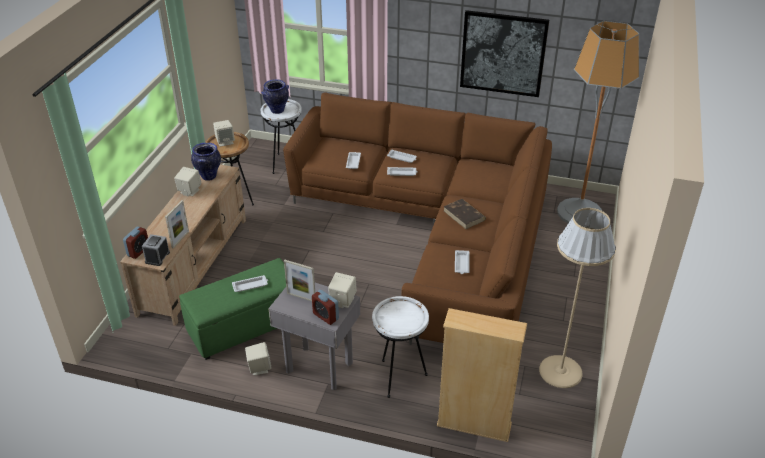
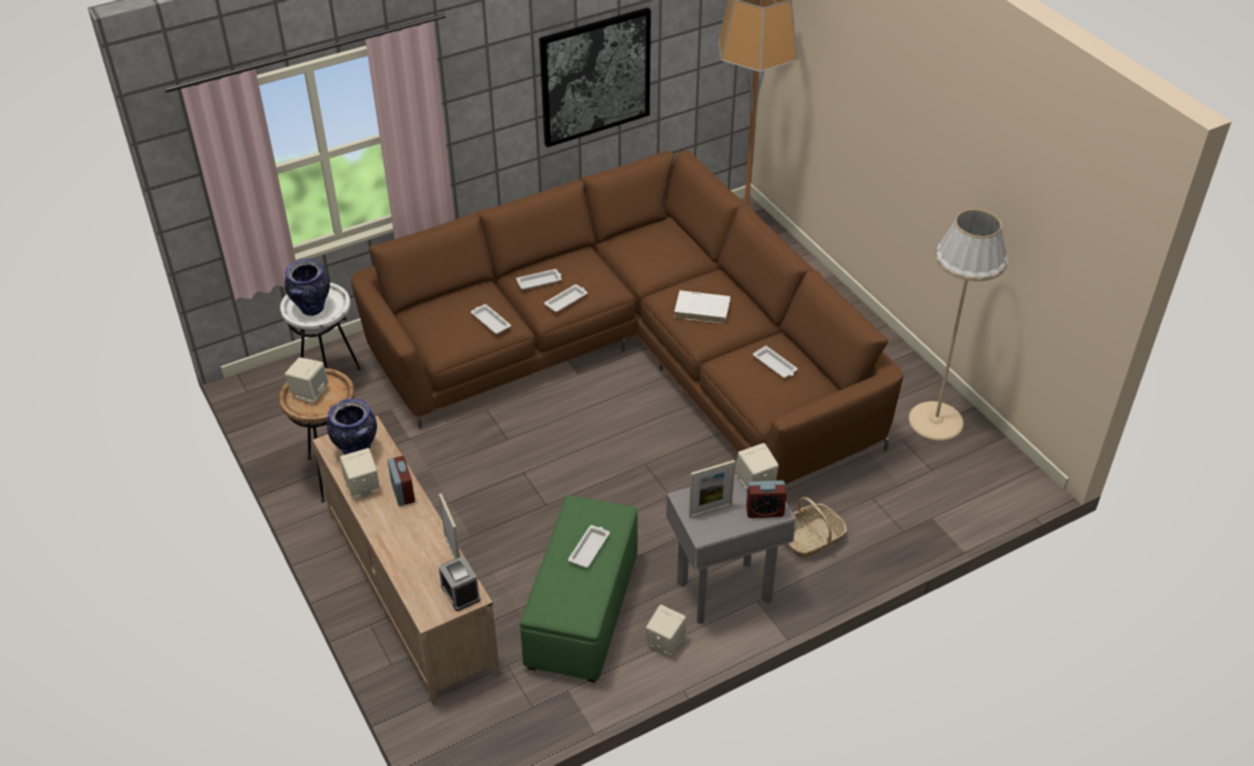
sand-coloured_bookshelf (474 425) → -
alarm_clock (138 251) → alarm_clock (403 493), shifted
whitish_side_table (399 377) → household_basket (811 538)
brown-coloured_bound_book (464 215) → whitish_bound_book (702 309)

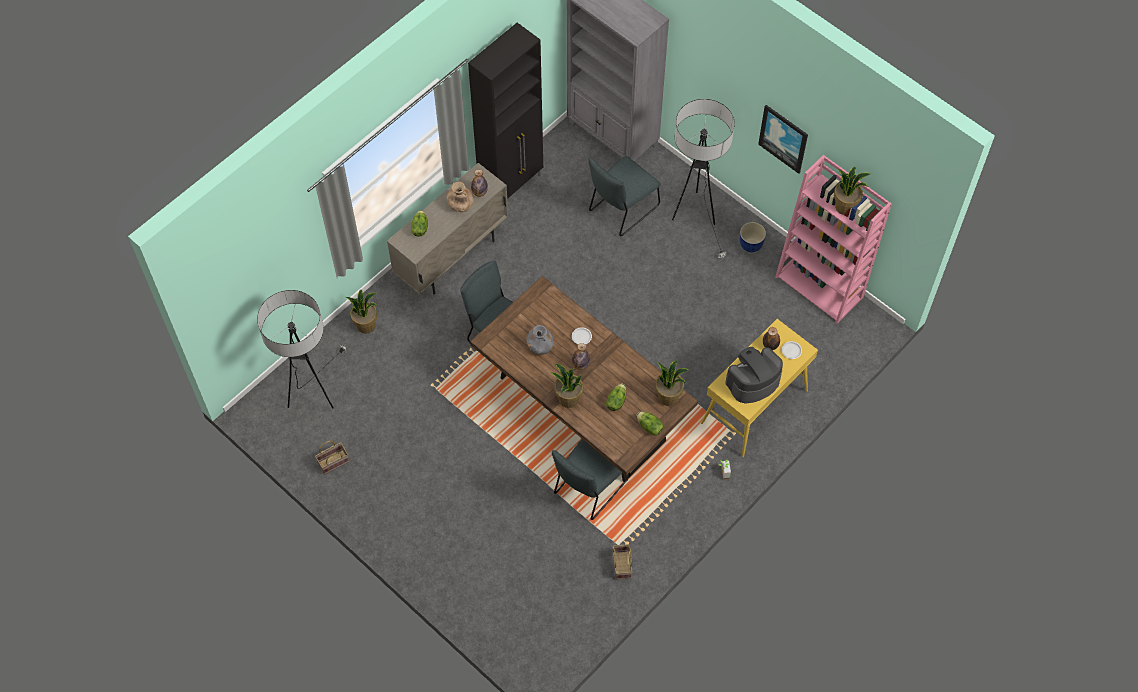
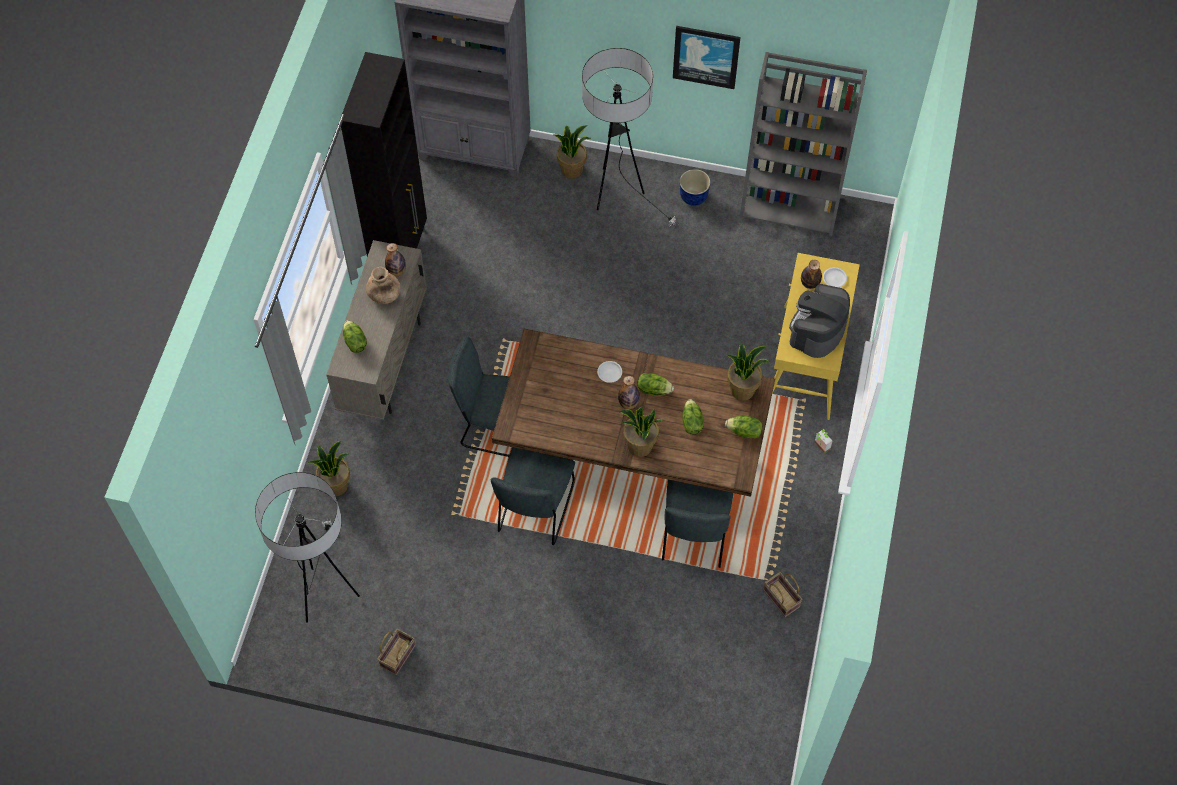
gray_decorative_vase (540 347) → -
- → head_of_lettuce (653 389)
gray_plain_chair (621 210) → gray_plain_chair (534 511), shifted
houseplant (845 206) → houseplant (572 170), shifted
pink_bookshelf (820 287) → gray_bookshelf (790 206)

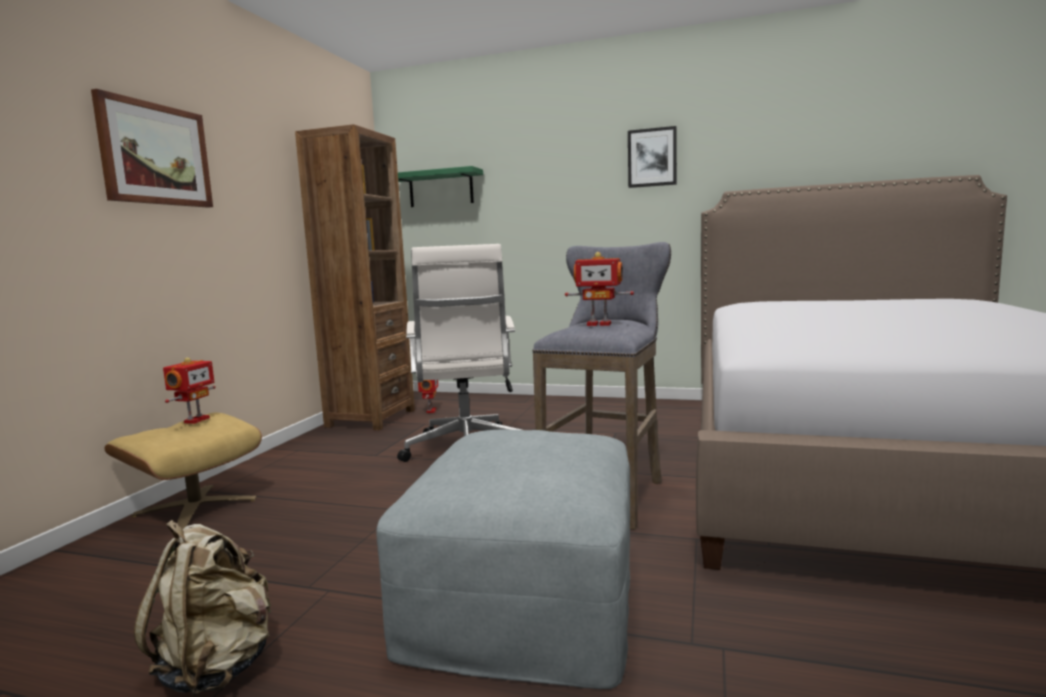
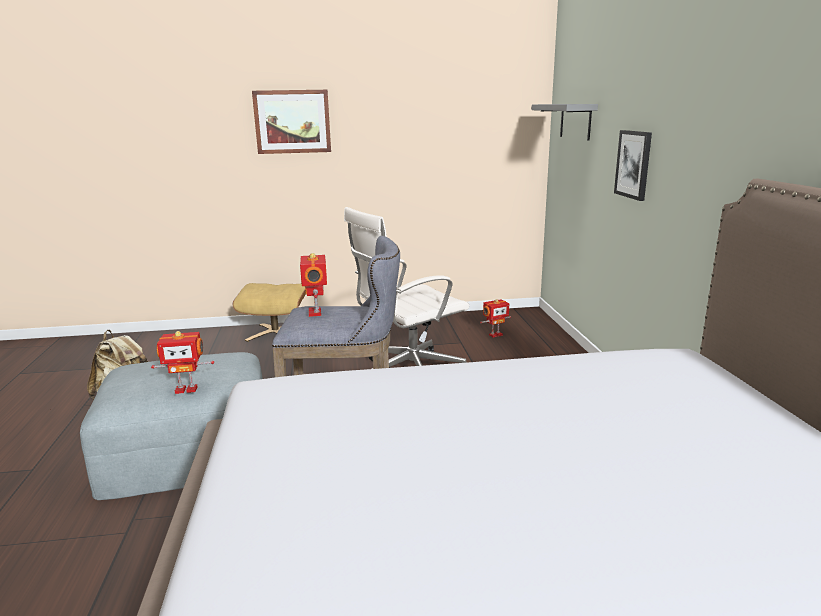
brown-coloured_bookshelf (371 418) → -
model_robot (195 420) → model_robot (186 389), shifted
picture (652 157) → picture (633 164), shifted
green-coloured_wall_shelf (441 189) → gray_wall_shelf (575 121)

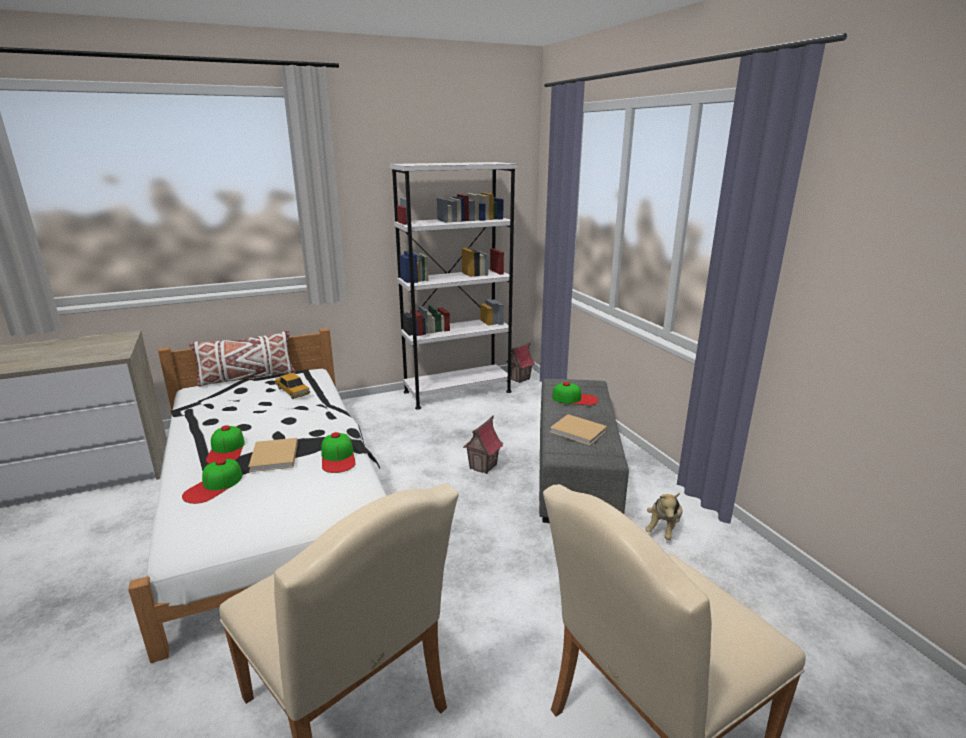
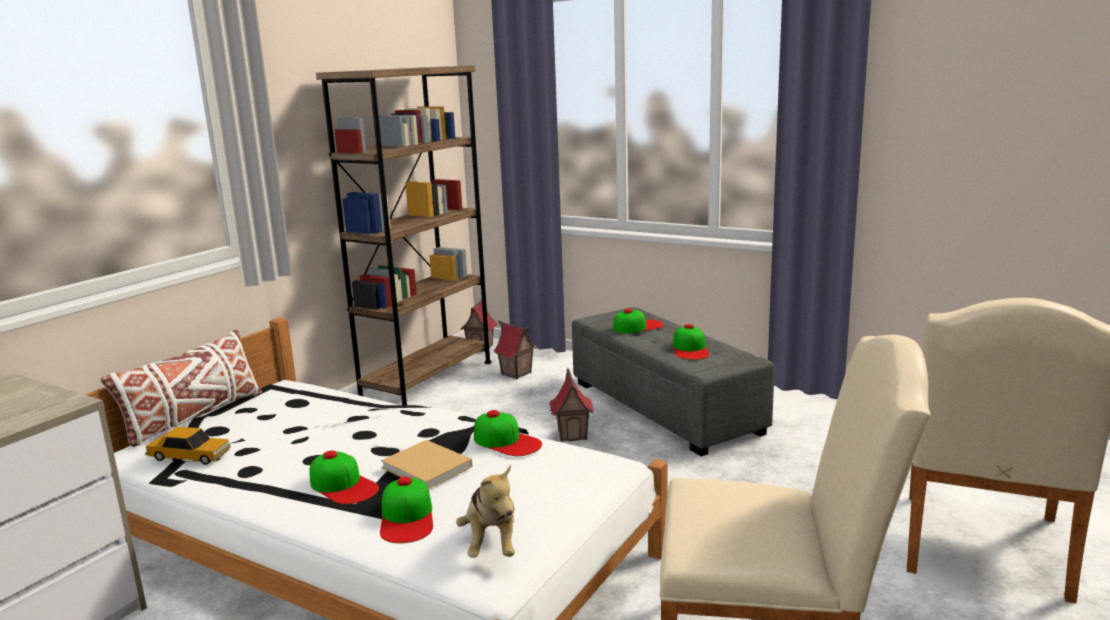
- → model_house (516 374)
toy_car (293 391) → toy_car (190 456), shifted
soft_toy (663 528) → soft_toy (492 543), shifted
sand-coloured_bound_book (579 432) → baseball_cap (690 349)
whitish_bookshelf (457 392) → brown-coloured_bookshelf (427 380)

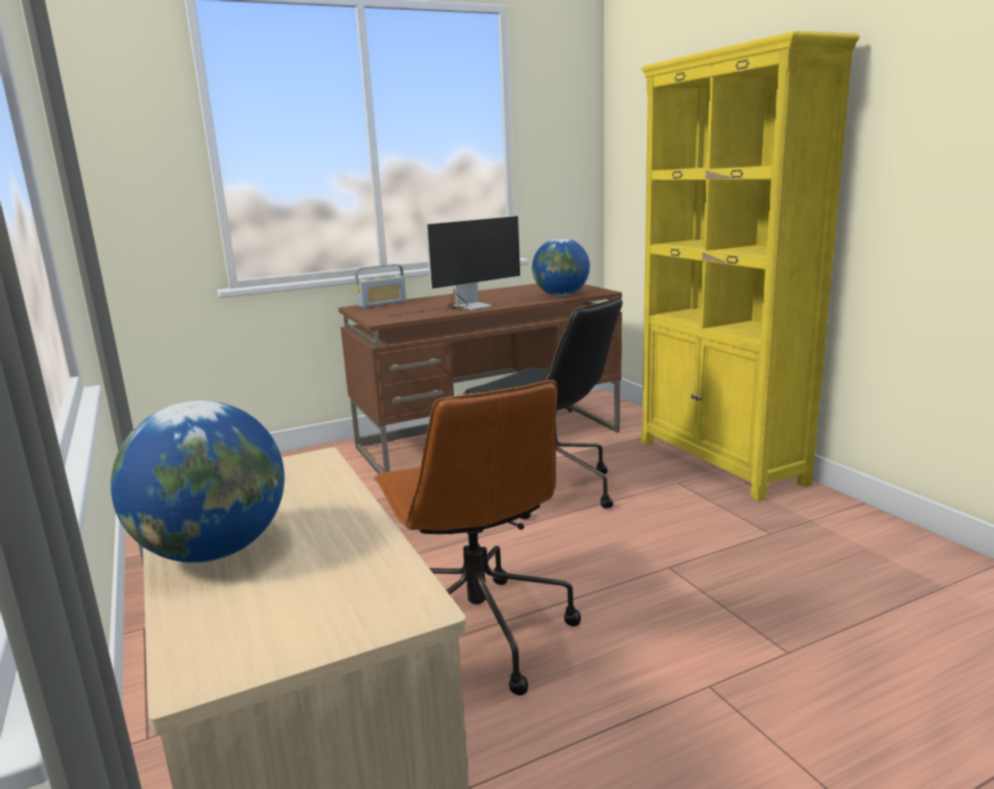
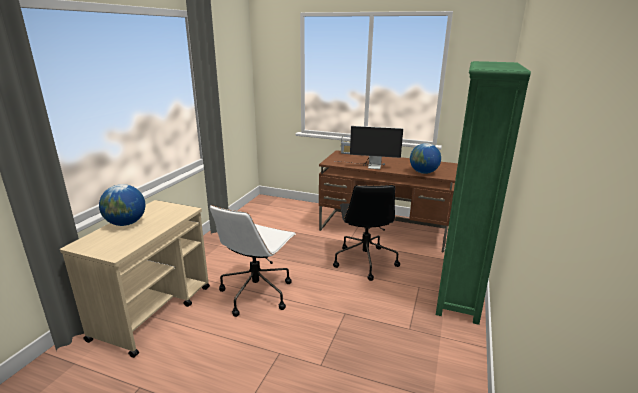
brown-coloured_desk_chair (477 632) → whitish_desk_chair (257 293)
yellowish_bookshelf (720 462) → green-coloured_bookshelf (459 290)

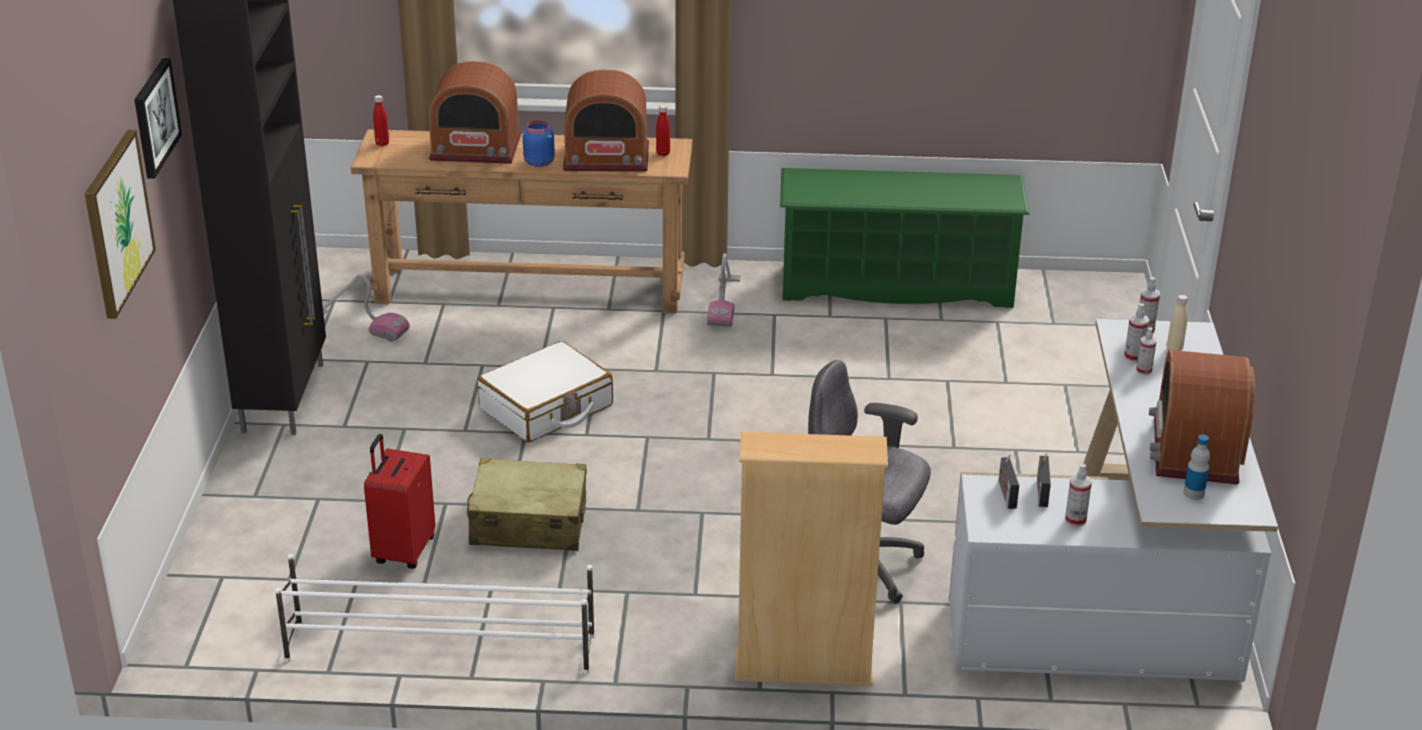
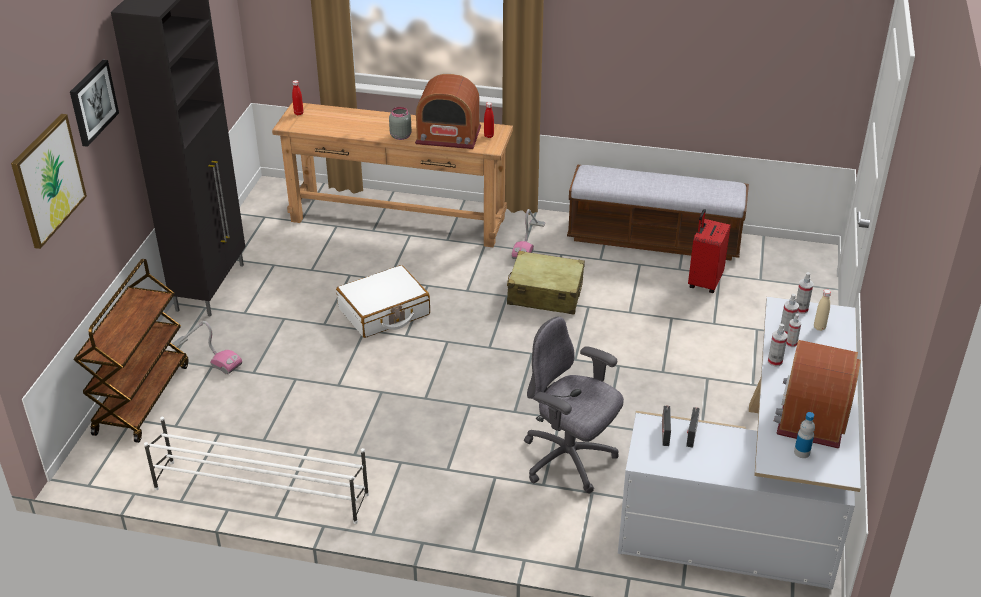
radio_set (475 148) → -
sand-coloured_bookshelf (803 669) → -
- → brown-coloured_wheeled_cart (141 398)
hoover (358 326) → hoover (206 356), shifted
red_suitcase (403 551) → red_suitcase (704 282), shifted
sand-coloured_suitcase (528 523) → sand-coloured_suitcase (545 294), shifted
spray_bottle (1075 520) → spray_bottle (775 361), shifted
green-coloured_shoe_stand (896 285) → long_seat (654 239)
blue-coloured_preserve_jar (538 162) → gray_preserve_jar (400 136)

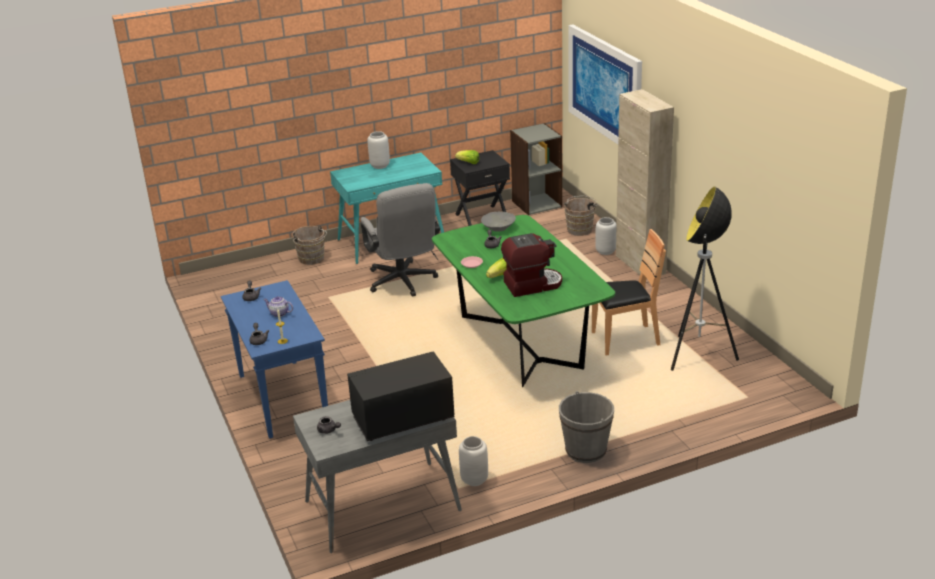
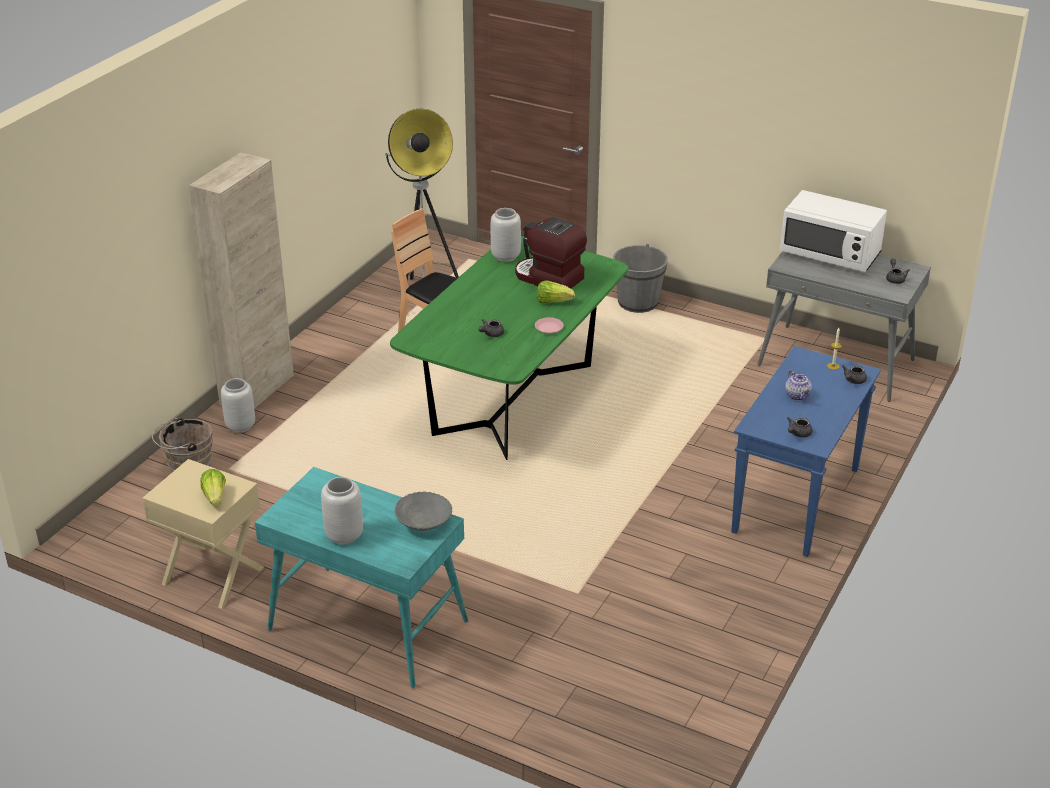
brown-coloured_bucket (312 259) → -
gray_desk_chair (403 283) → -
gray_bookshelf (536 203) → -
picture (605 87) → -
gray_decorative_vase (474 480) → gray_decorative_vase (506 256), shifted
gray_deep_dish (498 228) → gray_deep_dish (424 522), shifted
black_microwave_oven (402 419) → whitish_microwave_oven (830 255)
black_nightstand (481 217) → sand-coloured_nightstand (212 576)

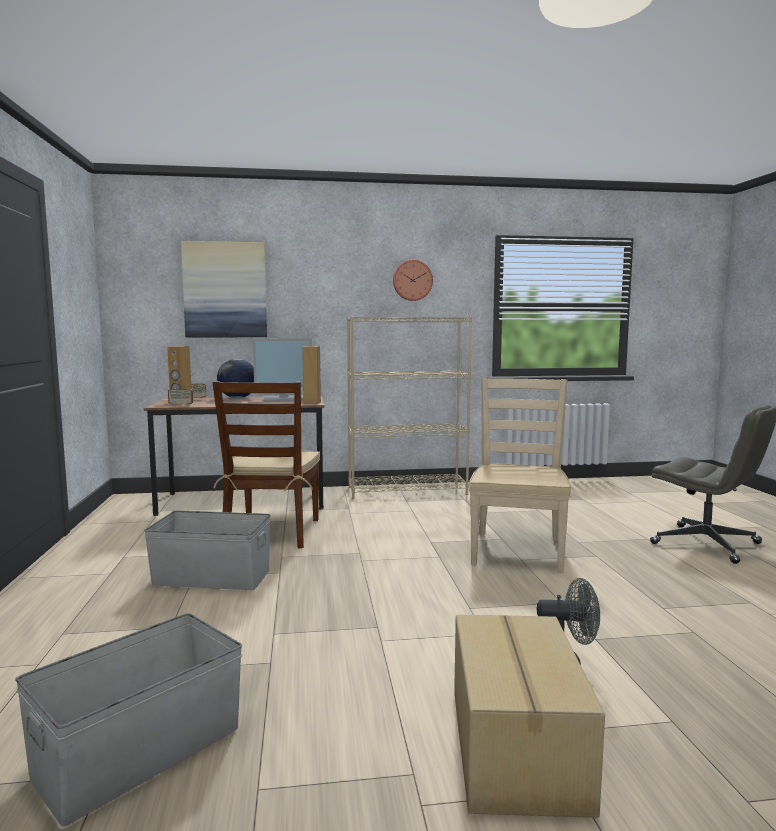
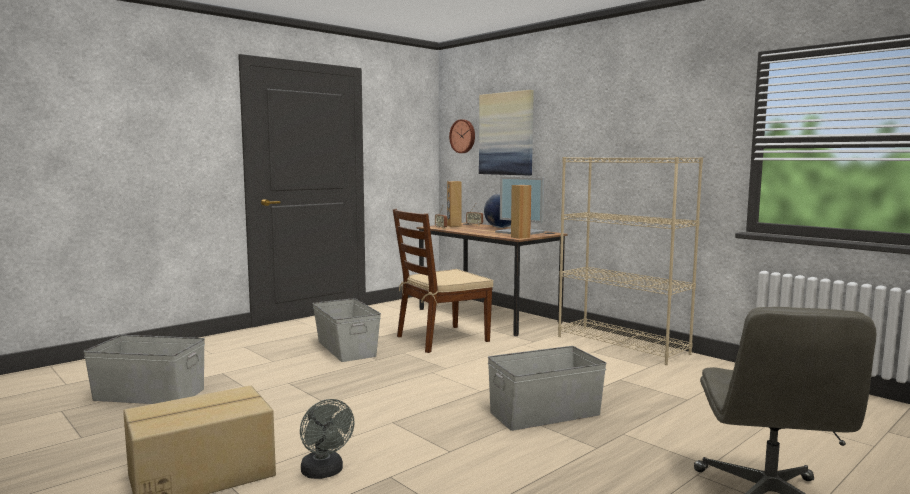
clock_on_the_wall (412 280) → clock_on_the_wall (463 136), shifted
sand-coloured_plain_chair (517 551) → gray_storage_box (545 413)

